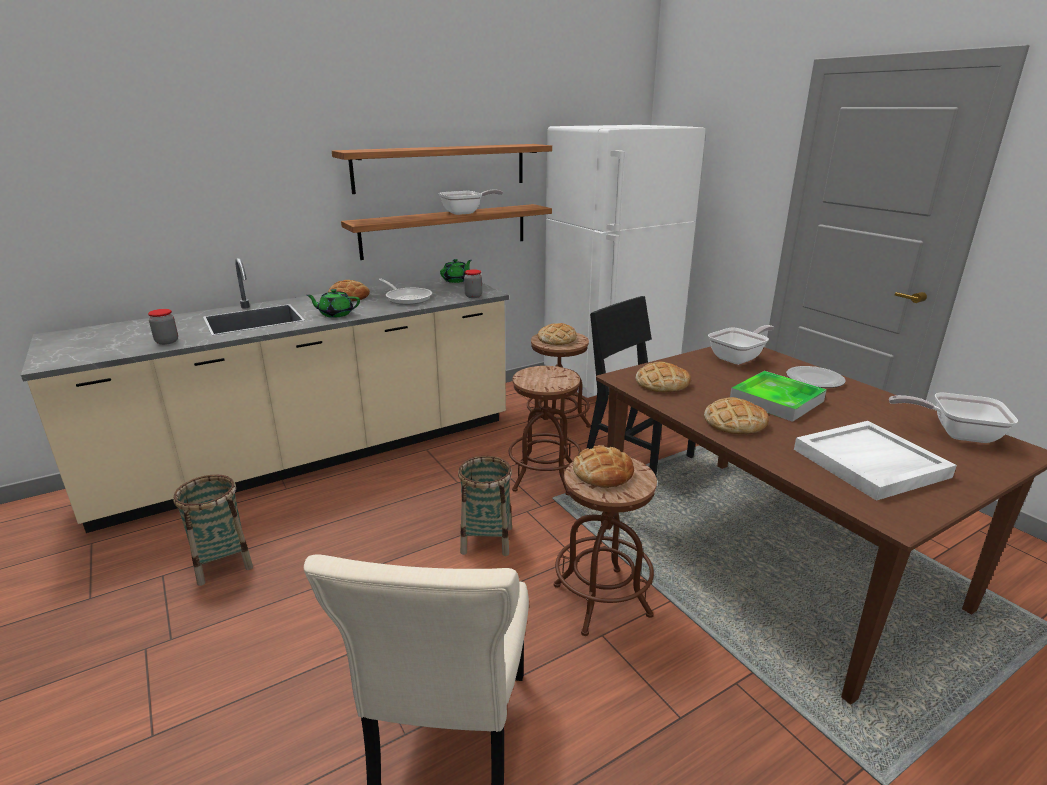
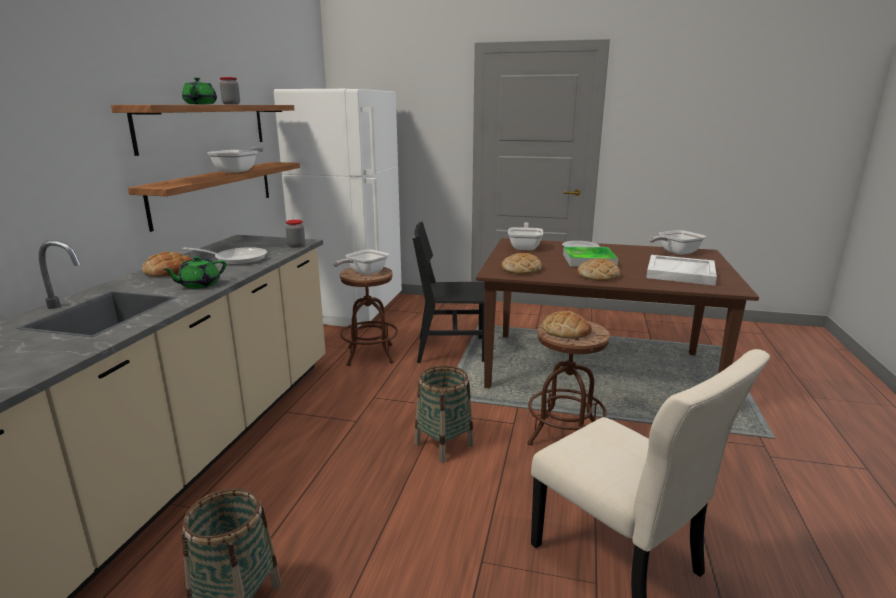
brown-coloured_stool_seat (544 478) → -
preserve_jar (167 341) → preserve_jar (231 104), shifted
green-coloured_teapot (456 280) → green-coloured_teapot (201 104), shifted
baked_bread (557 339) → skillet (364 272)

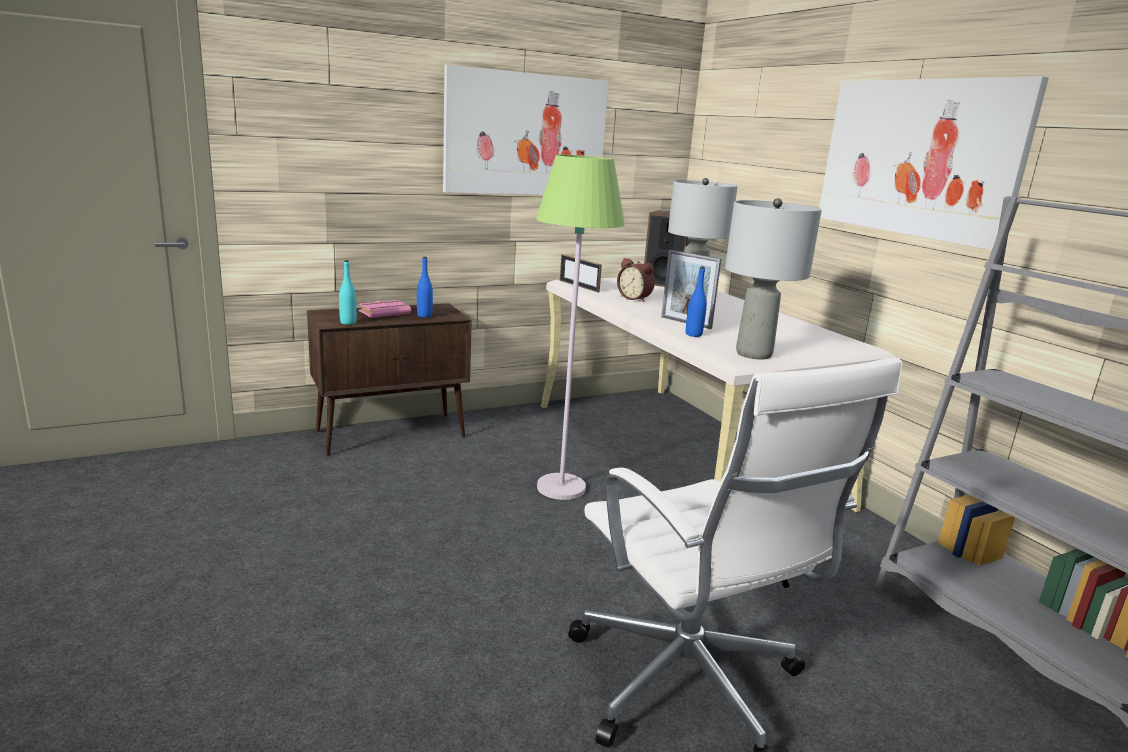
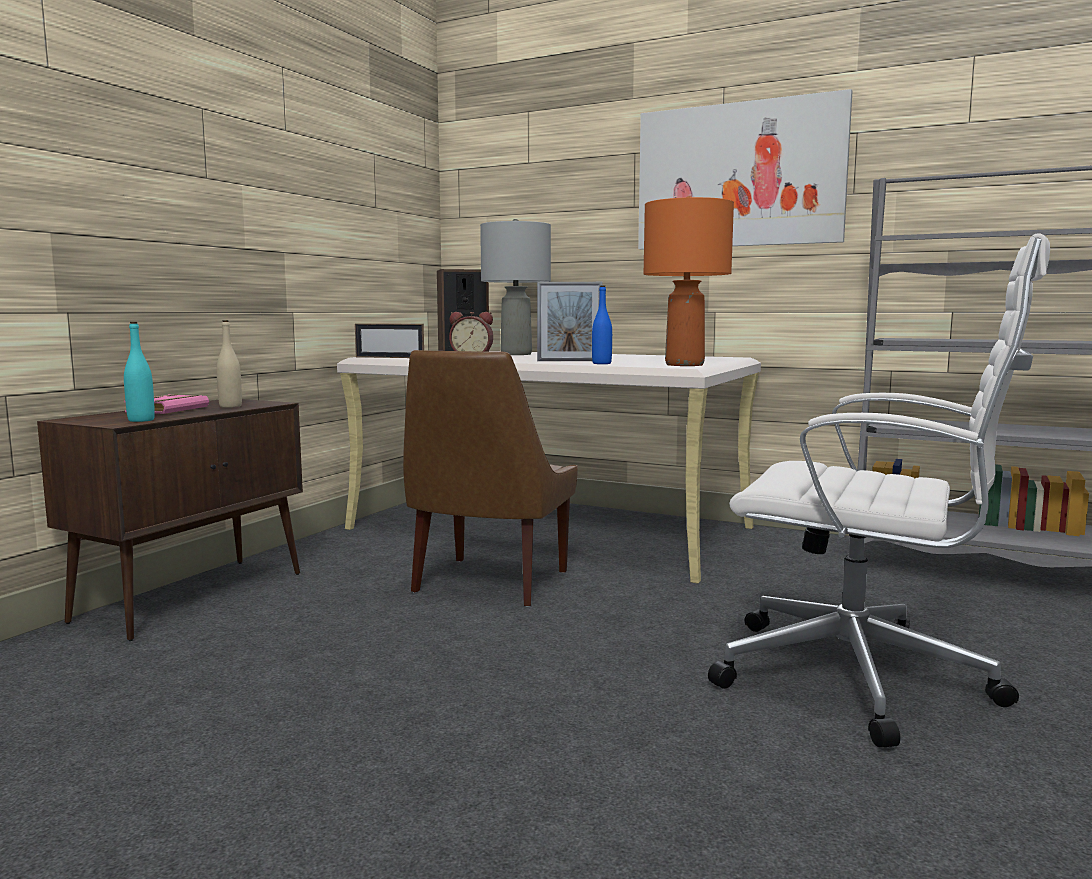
picture (526 134) → -
green-coloured_standard_lamp (560 487) → brown-coloured_plain_chair (488 583)
blue-coloured_bottle (424 315) → sand-coloured_bottle (230 406)
gray_tabletop_lamp (753 354) → orange-coloured_tabletop_lamp (685 365)

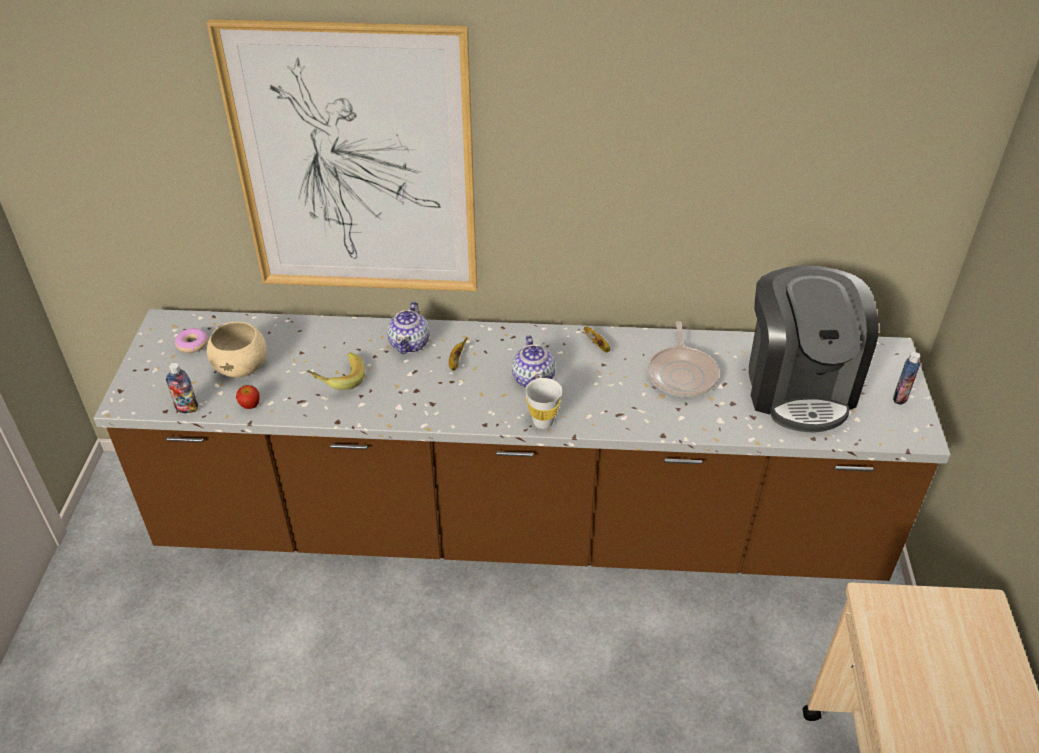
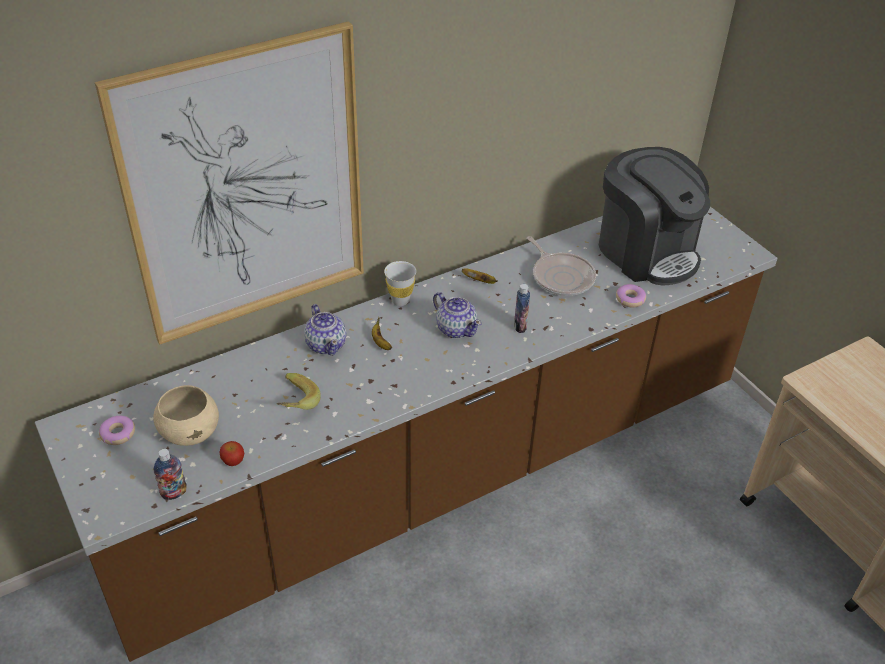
- → donut (630 299)
whitish_cup (543 422) → whitish_cup (400 300), shifted
bottle (900 397) → bottle (520 326), shifted

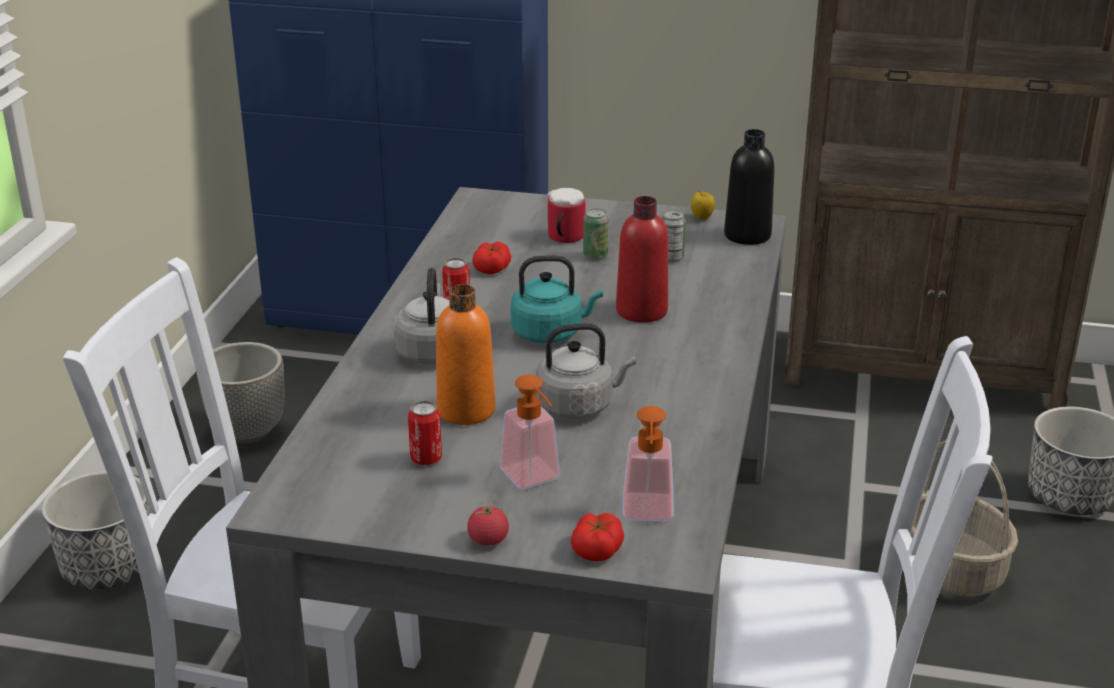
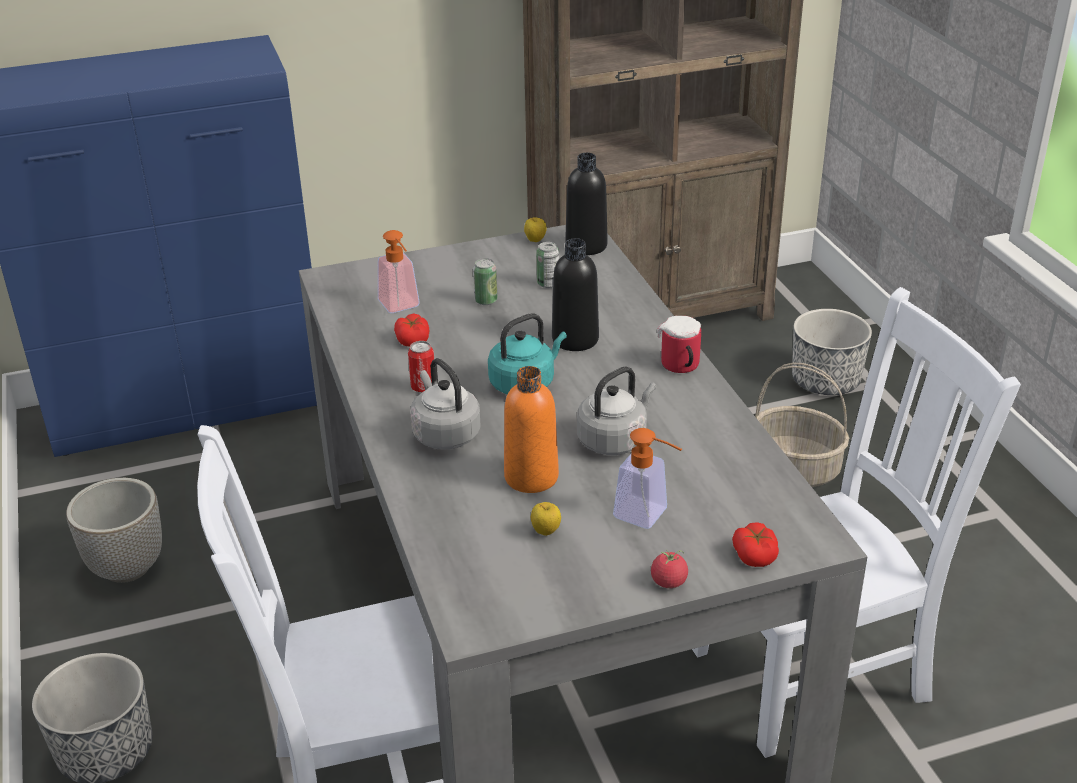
mug (563 238) → mug (680 367), shifted
soap_dispenser (647 515) → soap_dispenser (401 307), shifted
metal_can (426 459) → whole_apple (545 532)
red_bottle (641 311) → black_bottle (575 339)

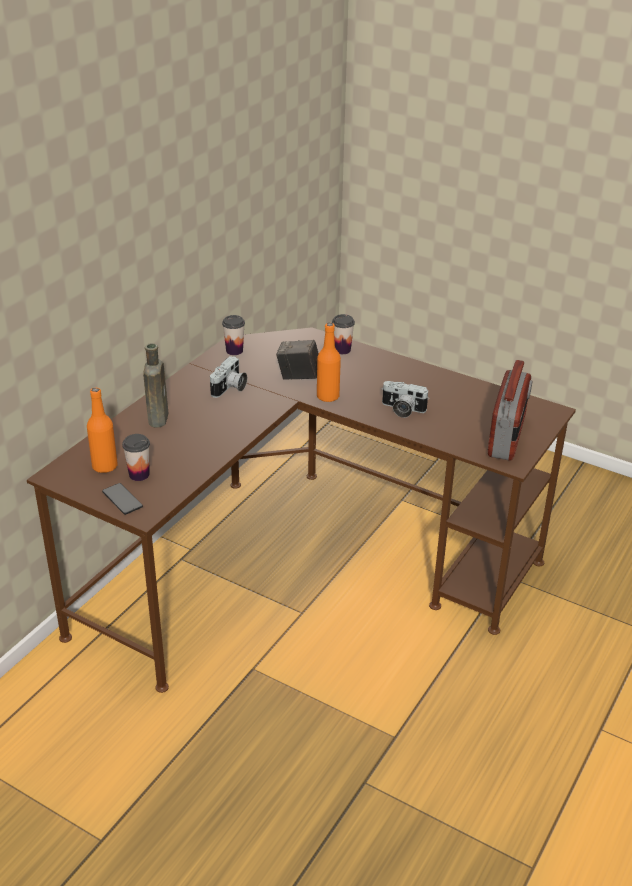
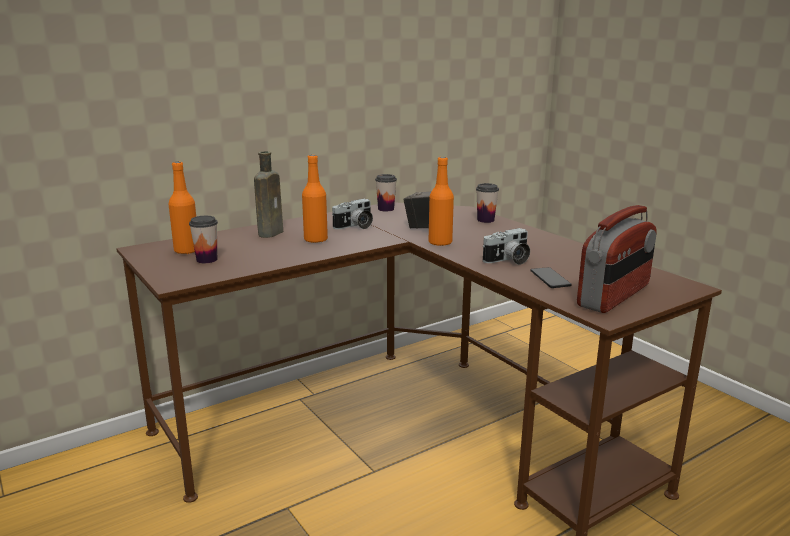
- → orange-coloured_bottle (315 240)
handset (122 499) → handset (550 278), shifted
photo_camera (402 410) → photo_camera (508 260), 75 degrees counterclockwise

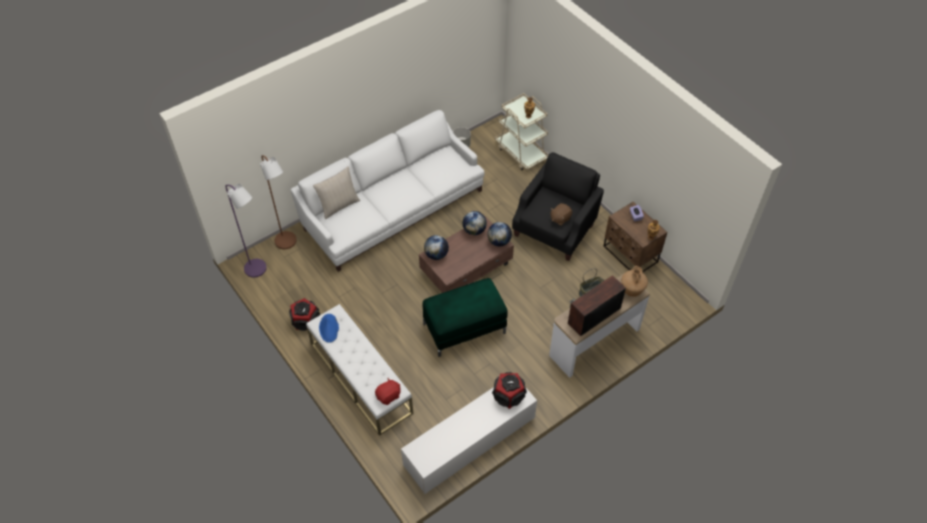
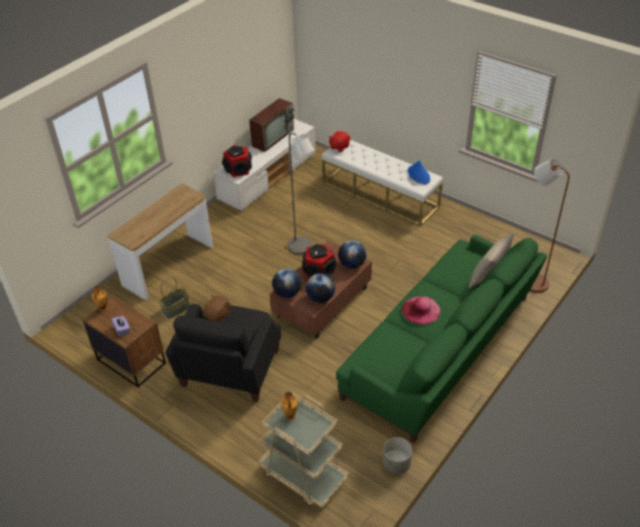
purple_standard_lamp (258 270) → -
brown-coloured_decorative_vase (631 291) → -
- → pink_hat (421 310)
speaker (305 320) → speaker (318 271), shifted
TV_set (593 316) → TV_set (273 137), shifted
green-coloured_pouffe (464 328) → gray_standard_lamp (302 248)
whitish_couch (392 208) → green-coloured_couch (441 348)

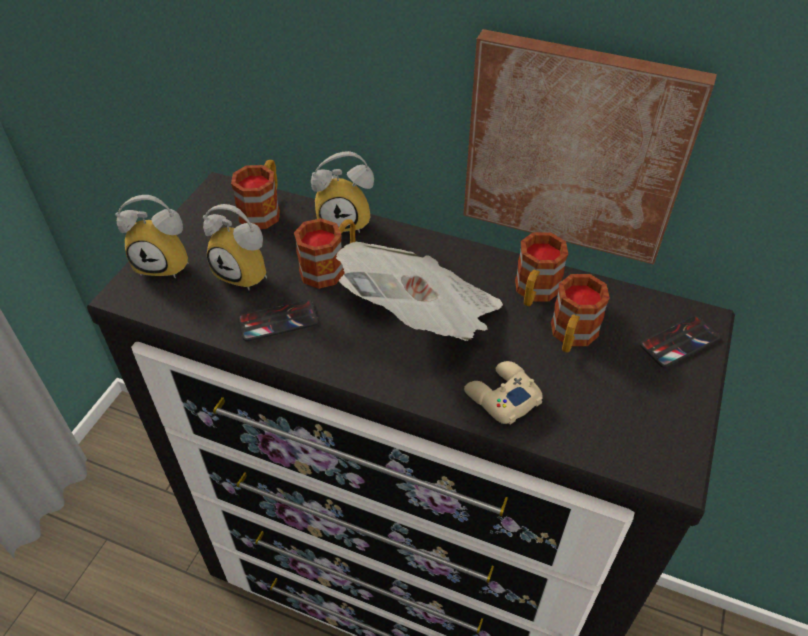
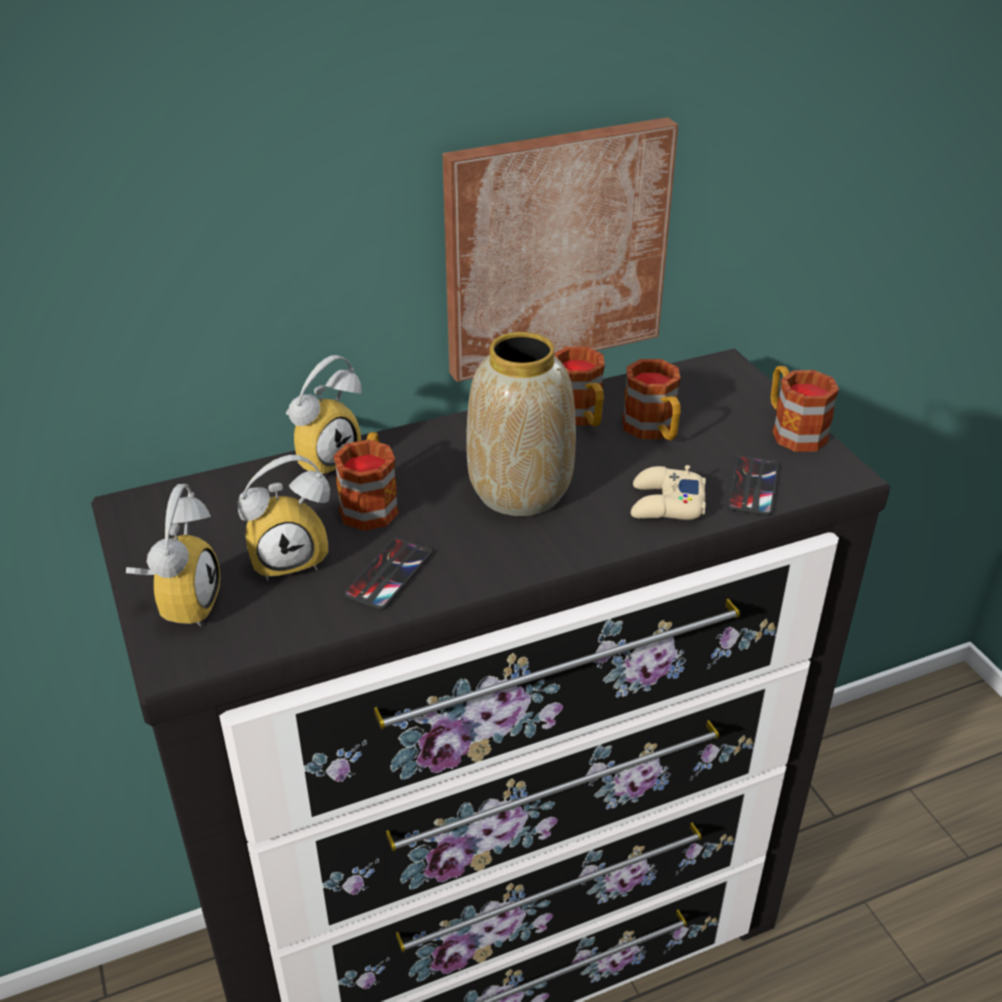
mug (264 210) → mug (792 430), shifted
handset (679 341) → handset (753 486), shifted
newspaper (423 318) → decorative_vase (519 490)
alarm_clock (167 263) → alarm_clock (181 603), 45 degrees counterclockwise

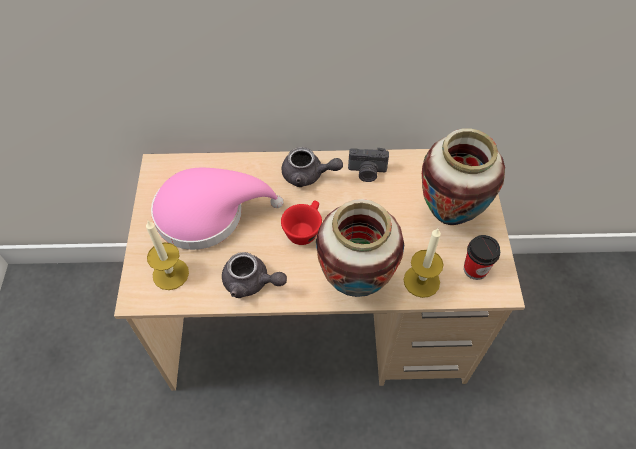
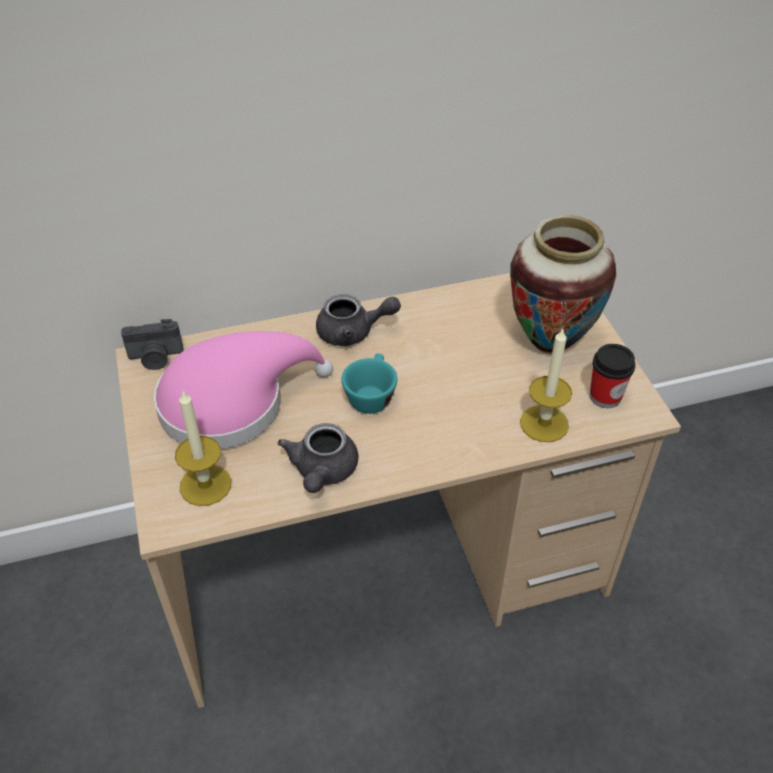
decorative_vase (355 283) → -
photo_camera (367 172) → photo_camera (155 358), shifted
red_cup (304 229) → blue-green_cup (370 395)
gray_teapot (251 283) → gray_teapot (322 472), 90 degrees clockwise

